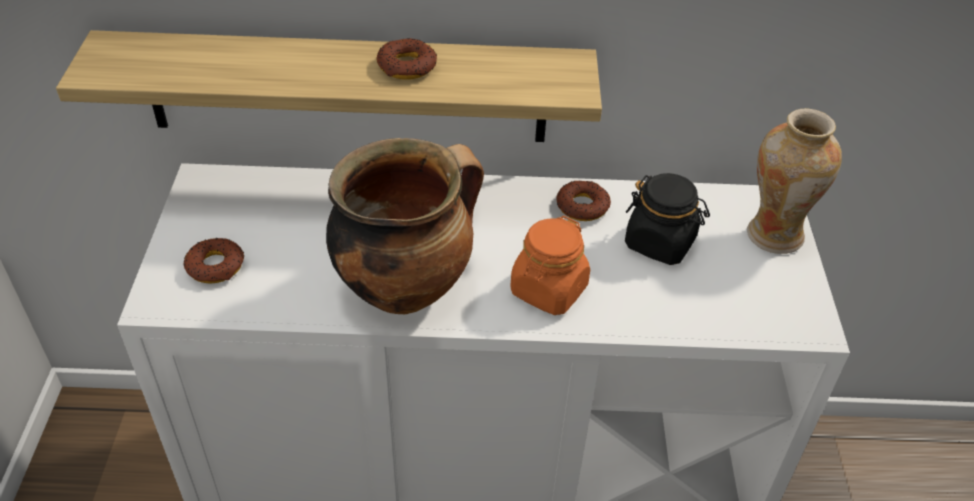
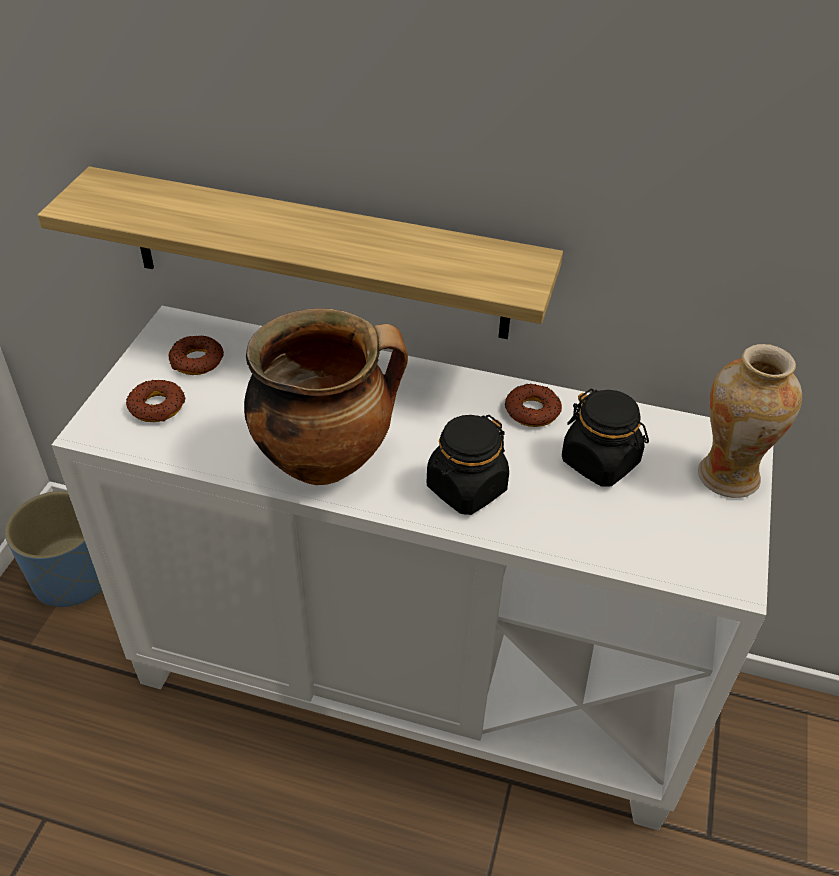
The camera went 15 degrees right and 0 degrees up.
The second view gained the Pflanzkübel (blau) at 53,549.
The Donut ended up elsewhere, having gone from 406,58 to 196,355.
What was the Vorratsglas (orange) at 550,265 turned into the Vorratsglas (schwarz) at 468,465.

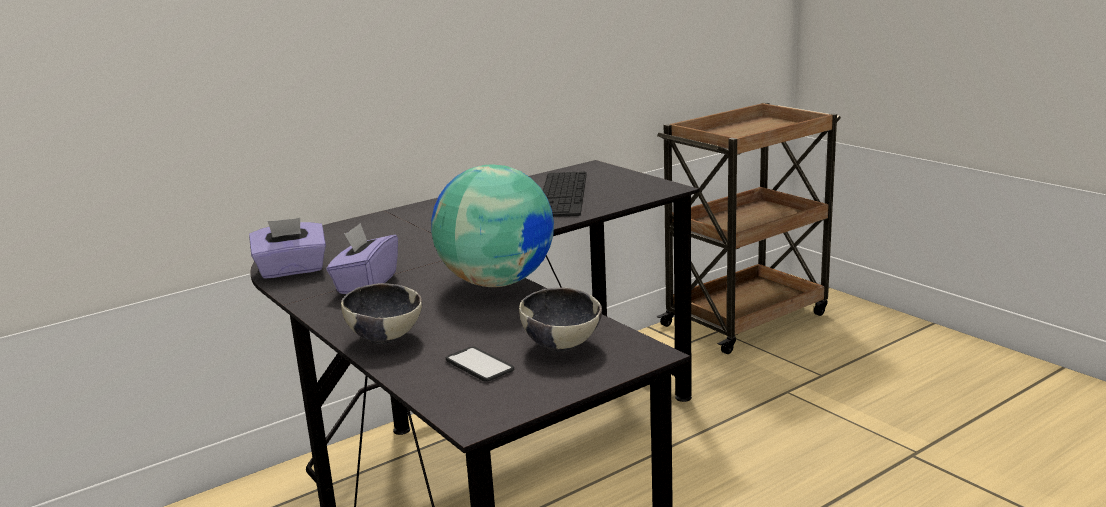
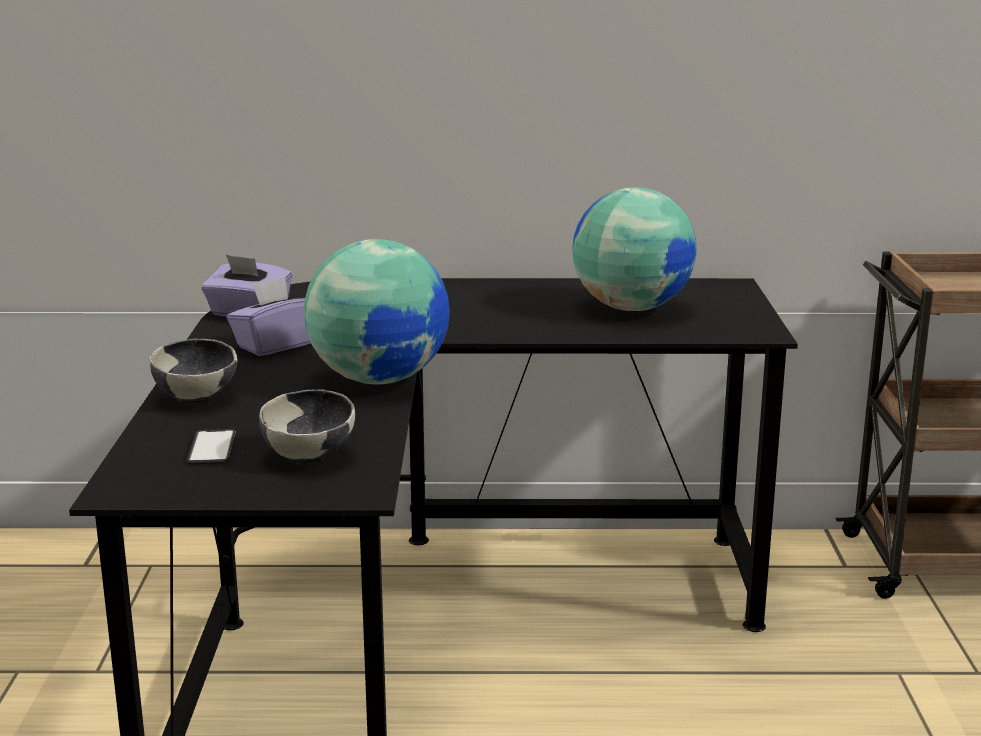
The camera went 35 degrees right and 0 degrees up.
Where the Tastatur stood at 565,194, the Globus came to stand at 634,249.

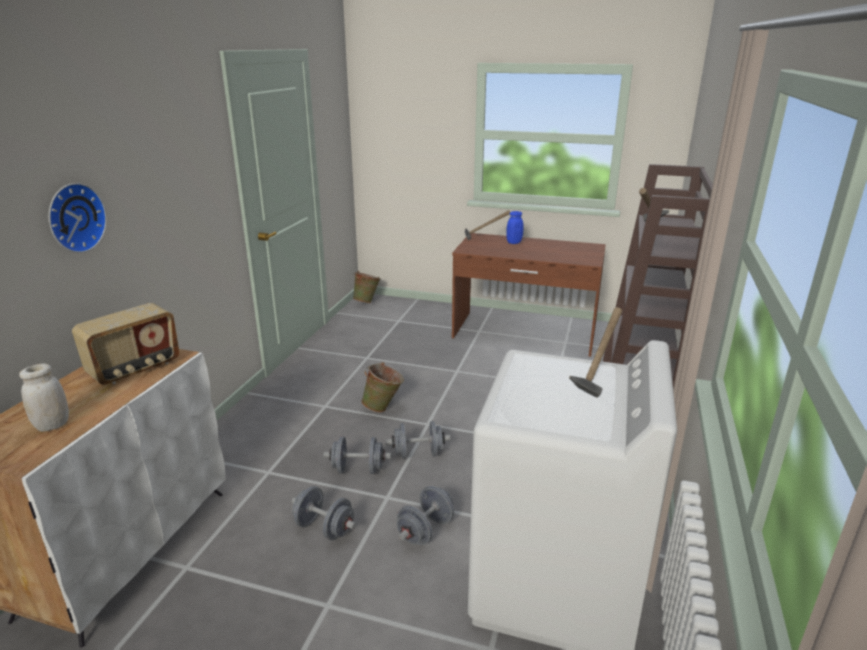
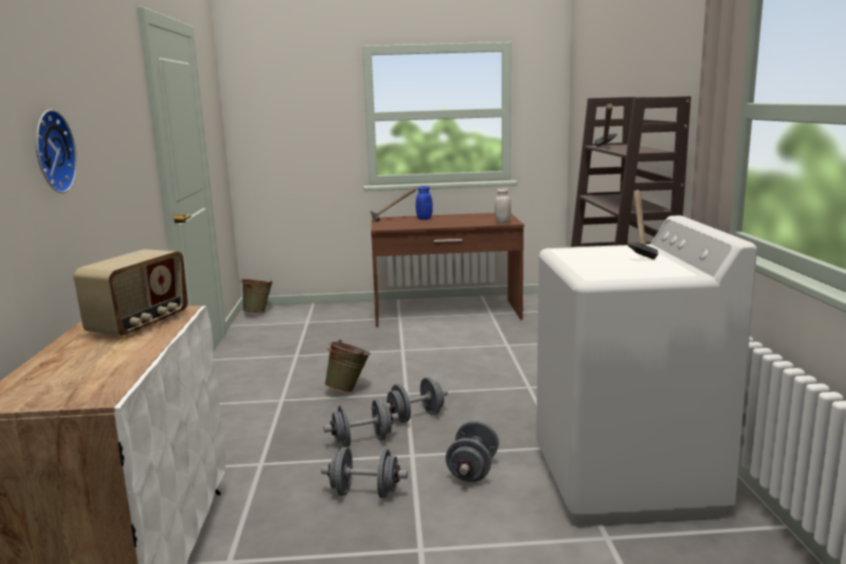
The camera went 20 degrees left and 10 degrees down.
The Vorratsglas (weiß) ended up elsewhere, having gone from 44,398 to 503,206.

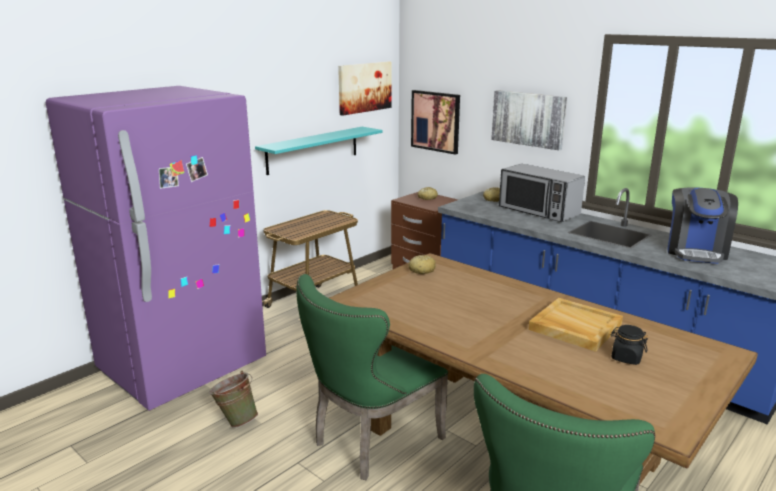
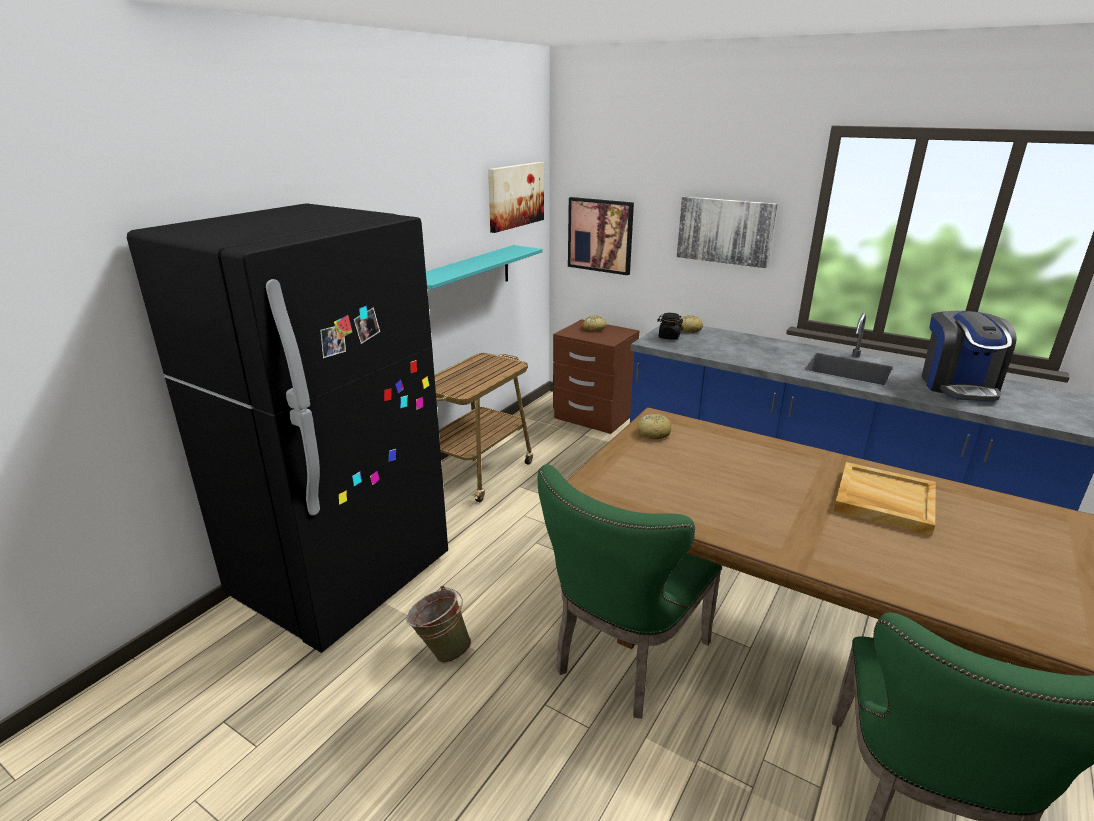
The camera went 10 degrees left and 5 degrees up.
What was the Kühlschrank (lila) at 156,248 turned into the Kühlschrank (schwarz) at 287,428.
The Vorratsglas (schwarz) ended up elsewhere, having gone from 629,345 to 670,326.
The second view lost the Mikrowelle at 542,193.

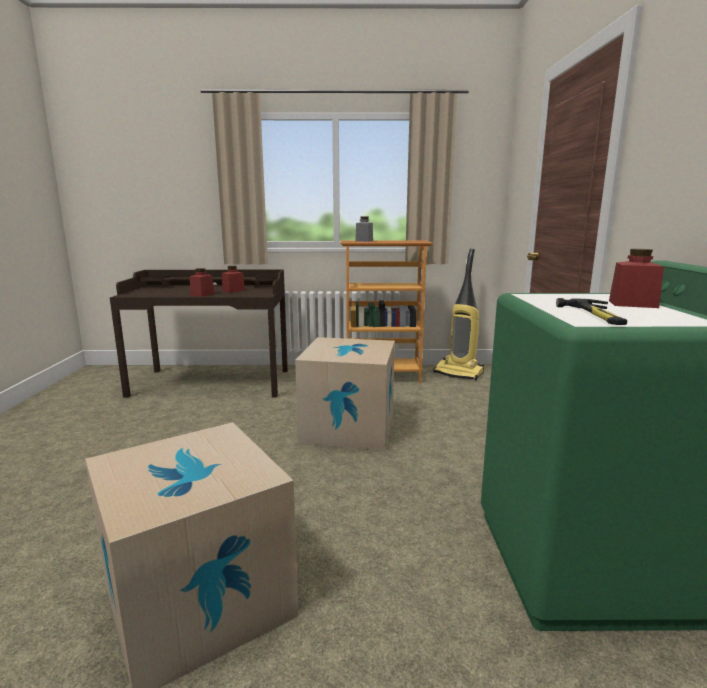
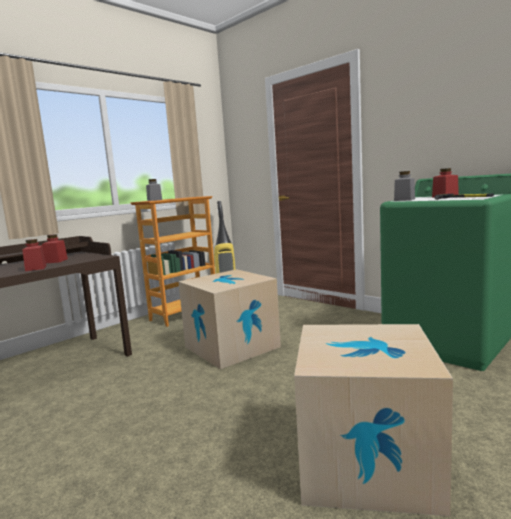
The camera went 45 degrees left and 5 degrees down.
The second view gained the Vorratsglas (grau) at 404,186.

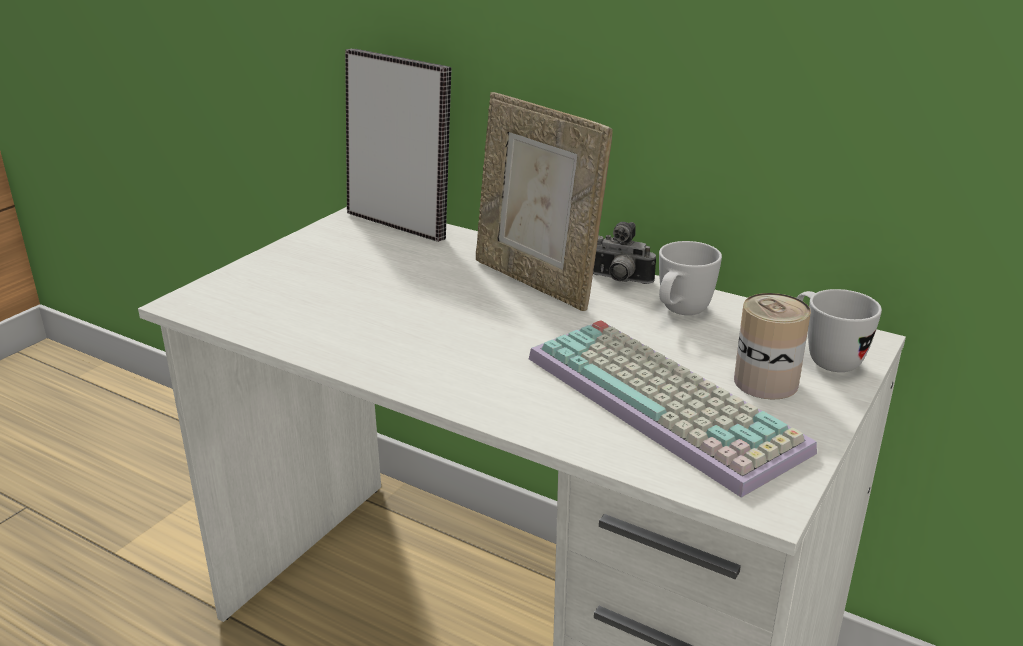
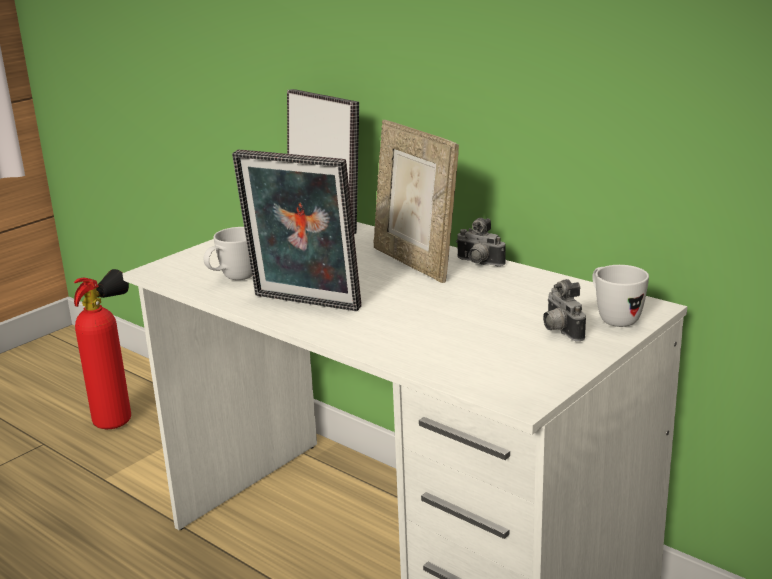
The camera went 10 degrees right and 5 degrees down.
The second view gained the Feuerlöscher at 102,349.
The Henkelbecher (weiß) ended up elsewhere, having gone from 690,278 to 227,253.
The second view gained the Bilderrahmen at 297,230.
Where the Dose stood at 772,346, the Kamera came to stand at 564,310.
The second view lost the Tastatur at 673,409.

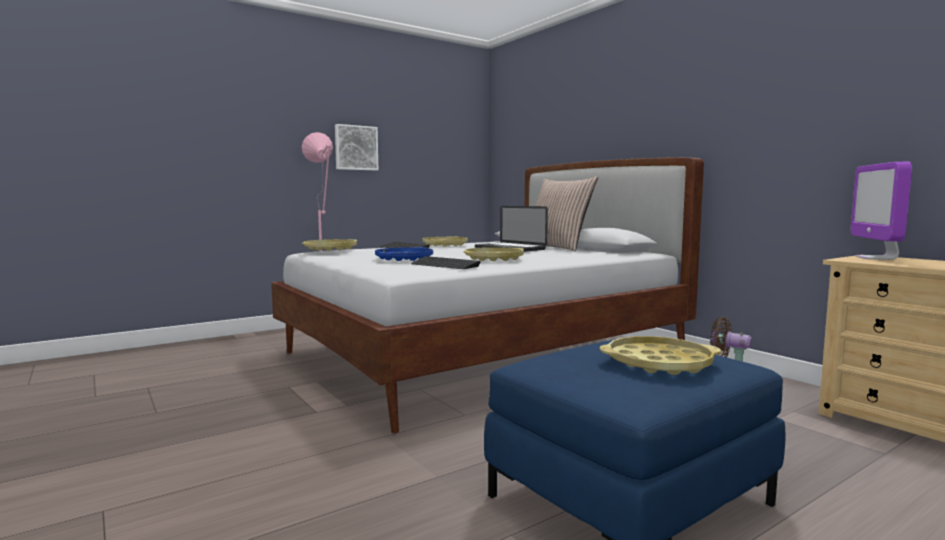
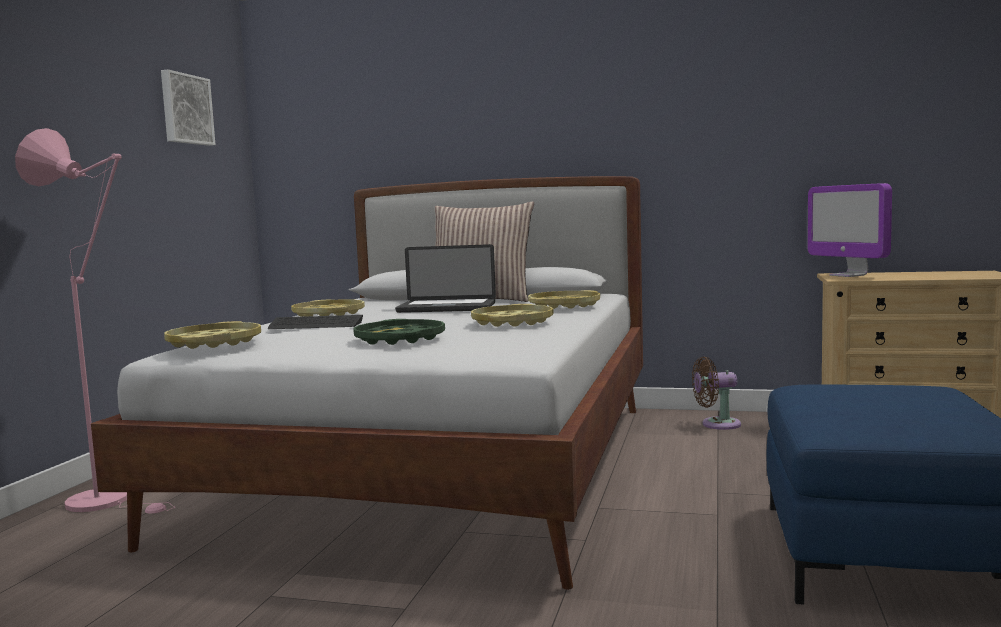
The camera went 40 degrees left and 0 degrees up.
The Bild ended up elsewhere, having gone from 356,147 to 188,108.
What was the Tablett (blau) at 404,254 turned into the Tablett (grün) at 399,332.
The Tablett (gelb) ended up elsewhere, having gone from 660,355 to 564,299.
The second view lost the Tastatur at 446,262.

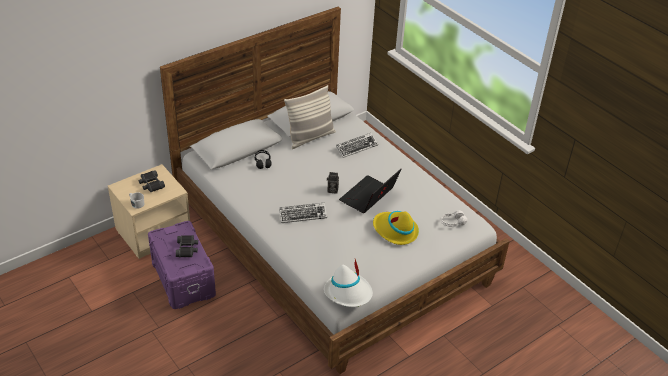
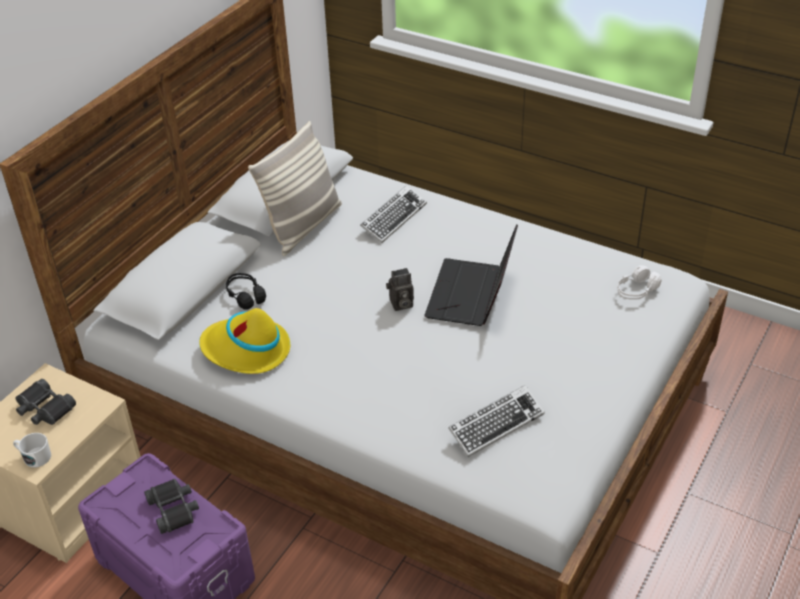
The camera went 20 degrees left and 0 degrees up.
The Hut (gelb) ended up elsewhere, having gone from 396,228 to 244,341.
The Tastatur ended up elsewhere, having gone from 303,213 to 496,421.
The second view lost the Hut (weiß) at 348,283.

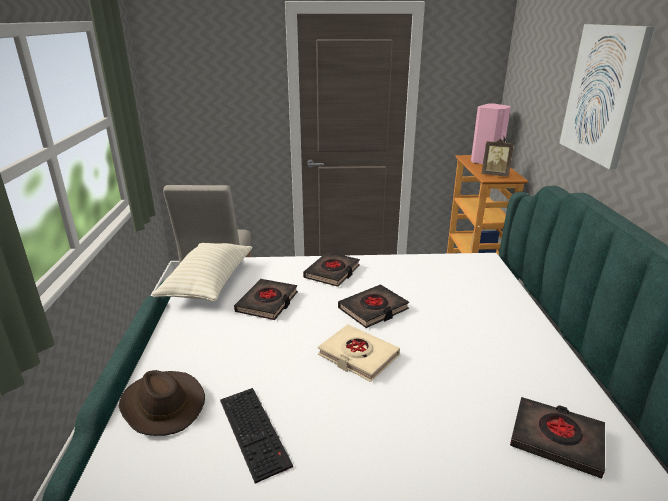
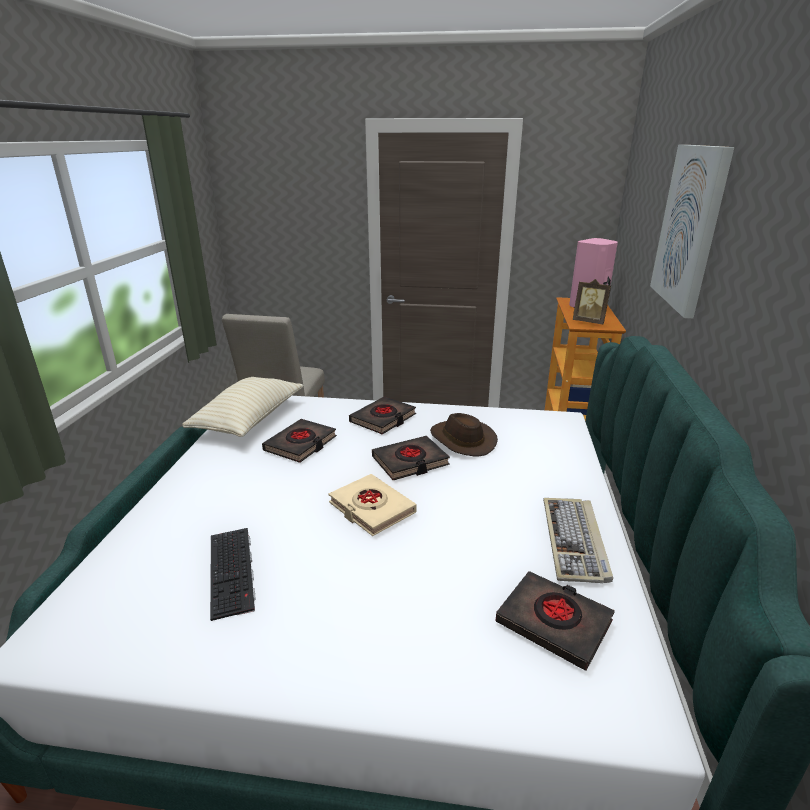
The camera went 10 degrees right and 0 degrees up.
The Hut (braun) ended up elsewhere, having gone from 162,403 to 464,434.
The second view gained the Tastatur at 578,540.

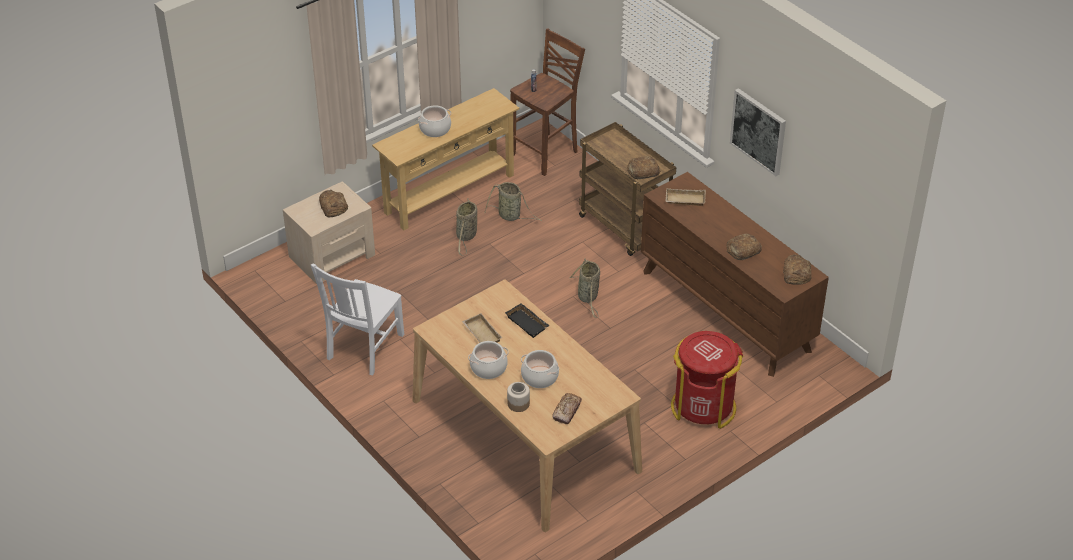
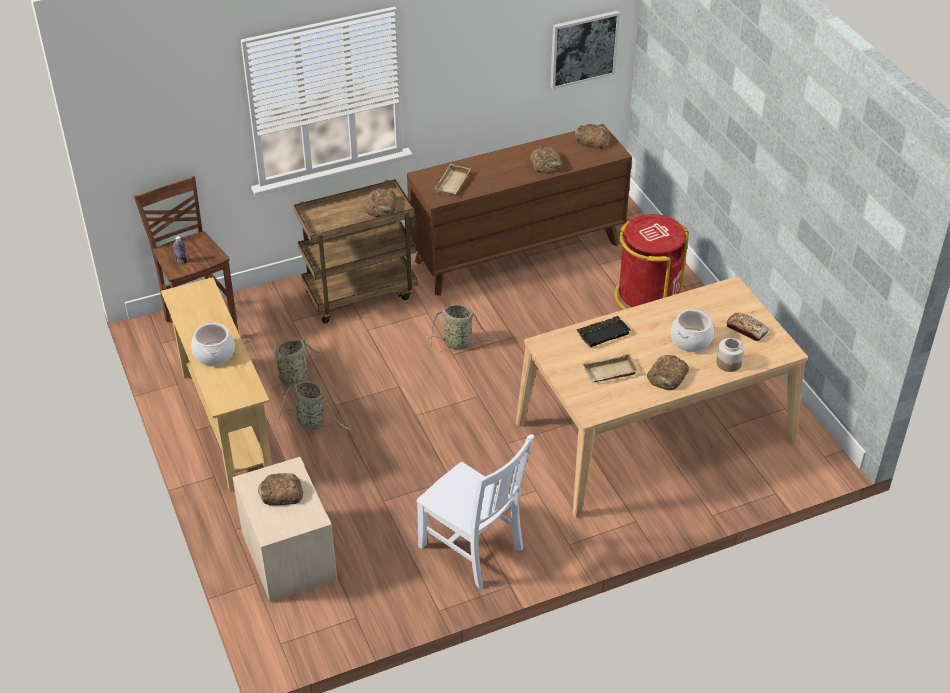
The camera went 75 degrees left and 0 degrees up.
The Bild ended up elsewhere, having gone from 758,132 to 585,50.
Where the Kochtopf stood at 488,360, the Brot came to stand at 668,372.

